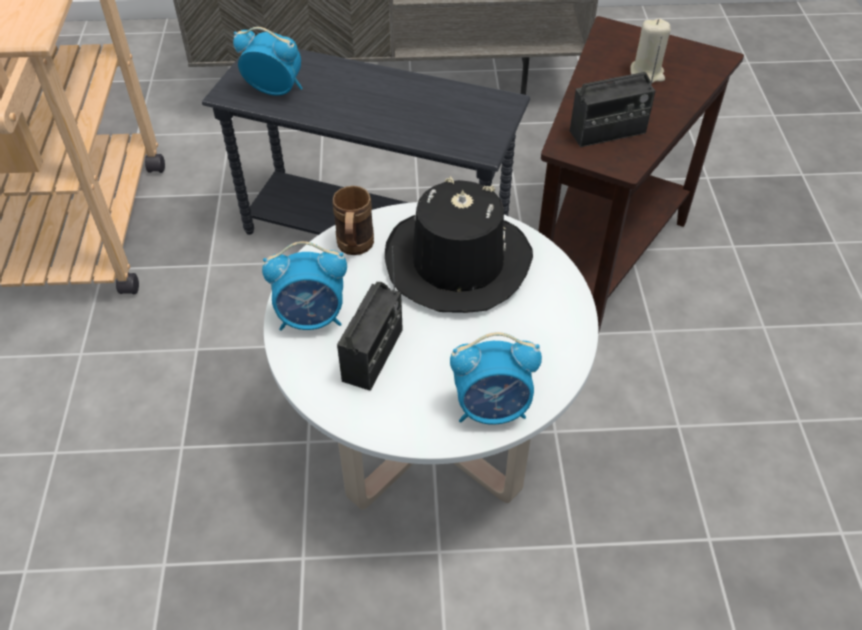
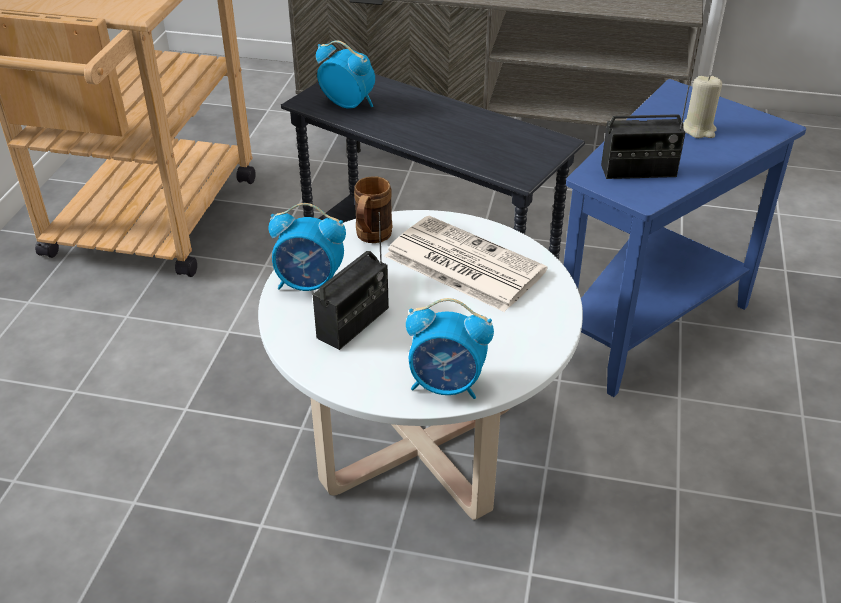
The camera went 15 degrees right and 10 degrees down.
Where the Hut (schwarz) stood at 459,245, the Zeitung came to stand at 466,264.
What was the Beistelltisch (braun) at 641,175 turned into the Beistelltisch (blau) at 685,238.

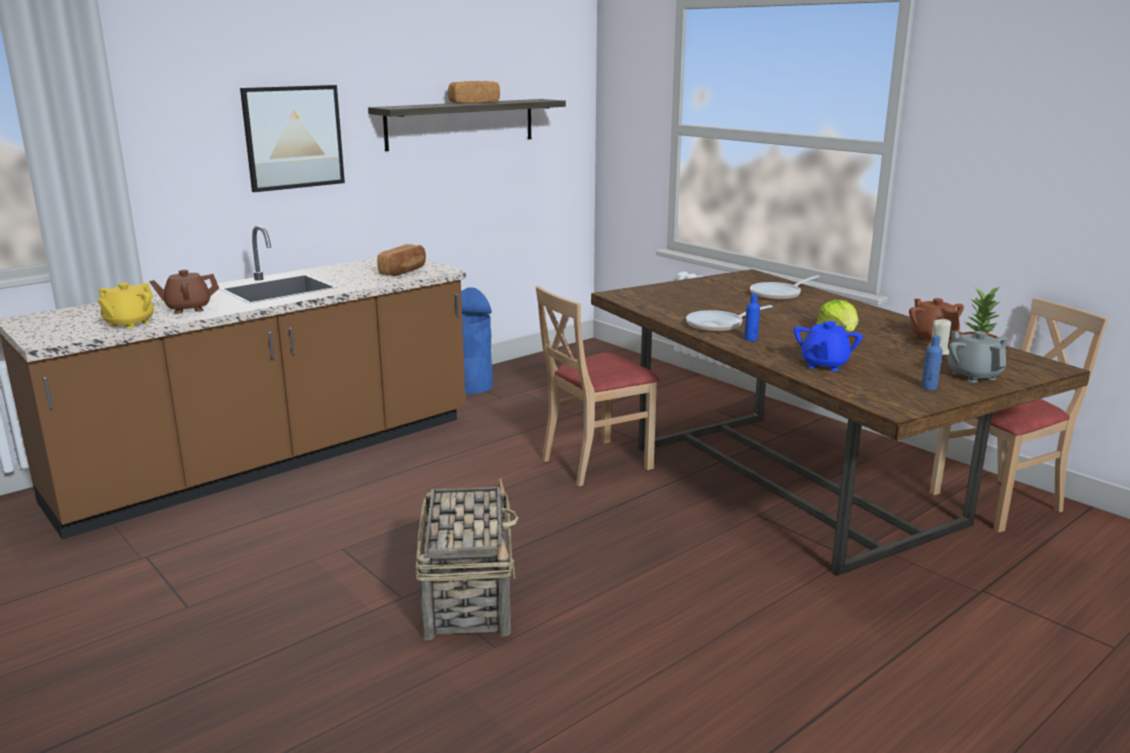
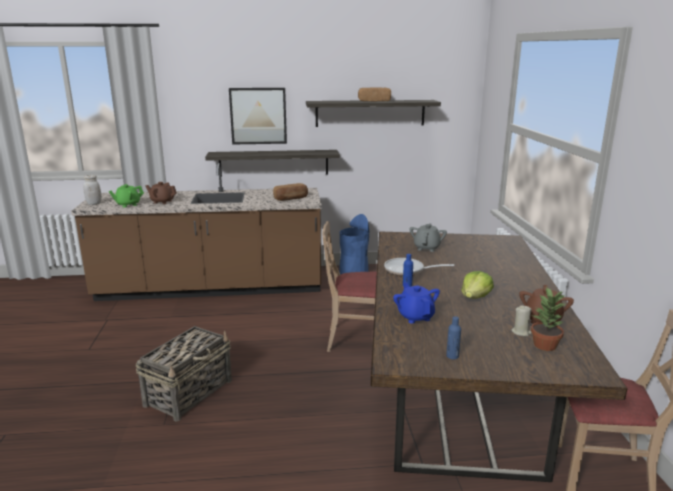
The camera went 35 degrees right and 0 degrees up.
The second view gained the Vorratsglas (weiß) at 92,190.
What was the Teekanne (gelb) at 125,305 turned into the Teekanne (grün) at 126,196.
The second view gained the Wandregal at 272,163.
The Teekanne (blau) at 828,346 ended up facing another way, 105 degrees clockwise from before.
The Teekanne (grau) ended up elsewhere, having gone from 977,356 to 428,237.
The second view lost the Pfanne at 785,287.

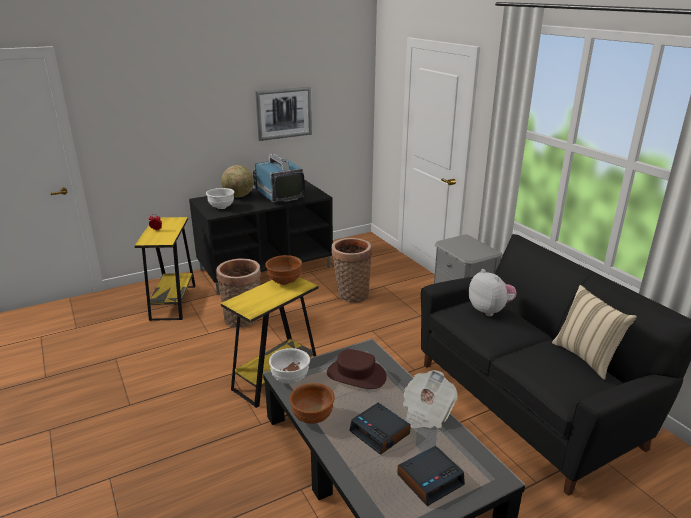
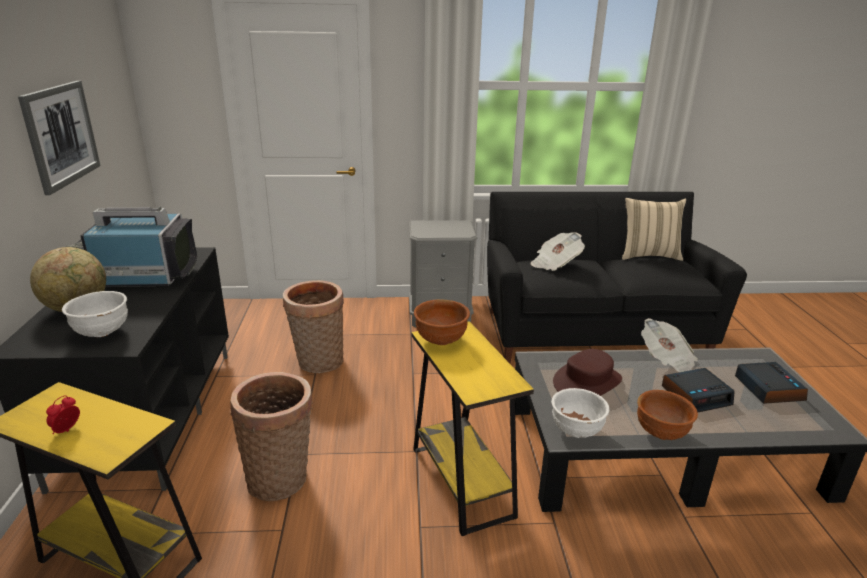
The camera went 65 degrees left and 0 degrees up.
Where the Plüschtier stood at 493,292, the Zeitung came to stand at 557,251.

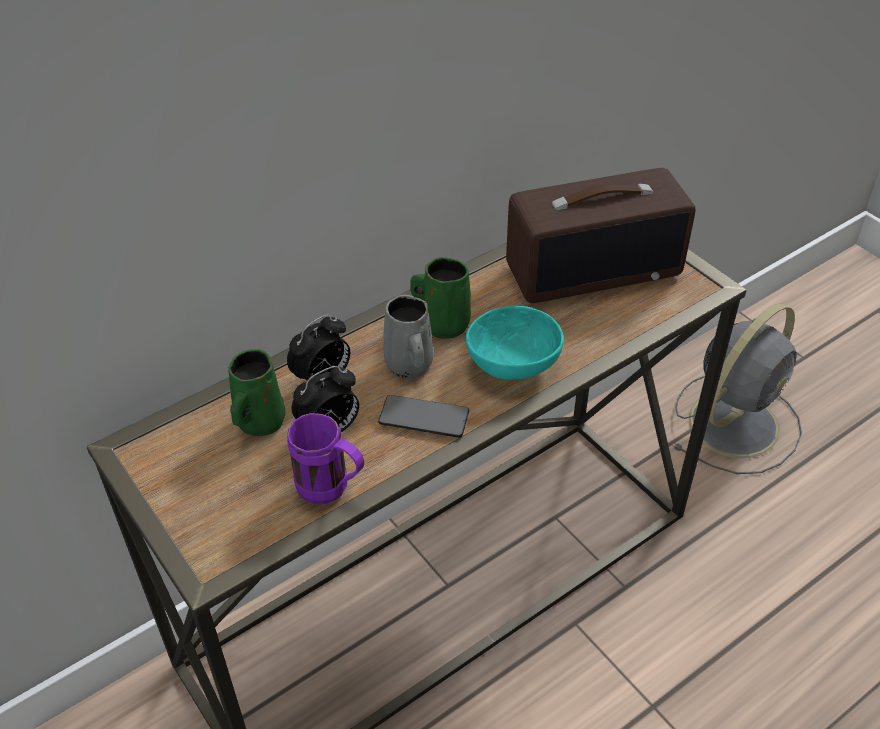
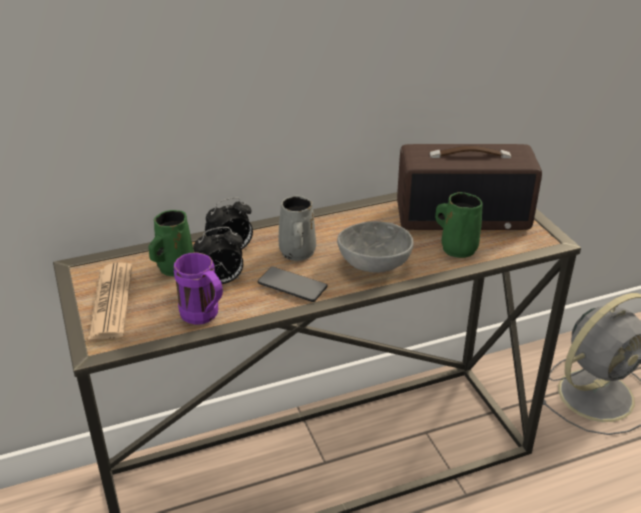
The camera went 15 degrees right and 10 degrees down.
The second view gained the Zeitung at 110,301.
What was the Schüssel (türkis) at 514,343 turned into the Schüssel (grau) at 375,247.
The Henkelbecher (grün) ended up elsewhere, having gone from 440,298 to 459,225.

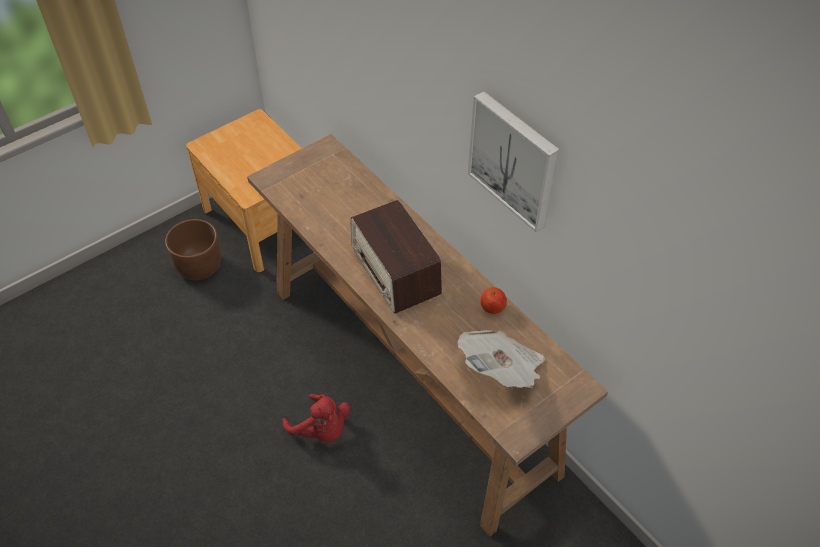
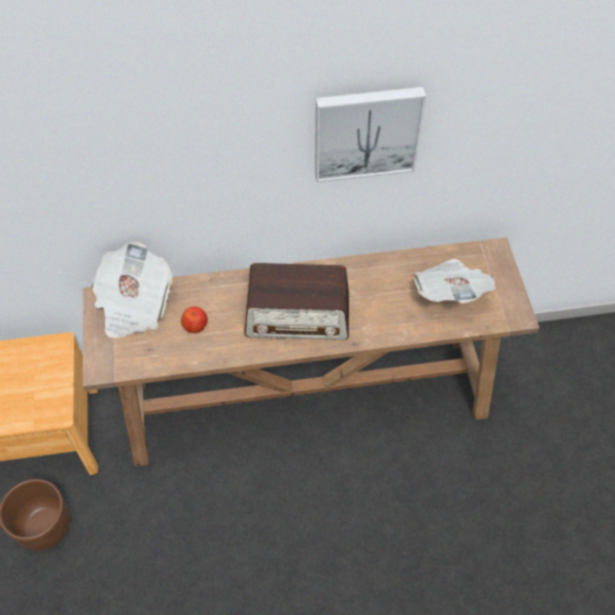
The camera went 60 degrees left and 5 degrees up.
The second view gained the Zeitung at 132,290.
The Apfel ended up elsewhere, having gone from 493,300 to 194,319.
The second view lost the Plüschtier (rot) at 316,418.

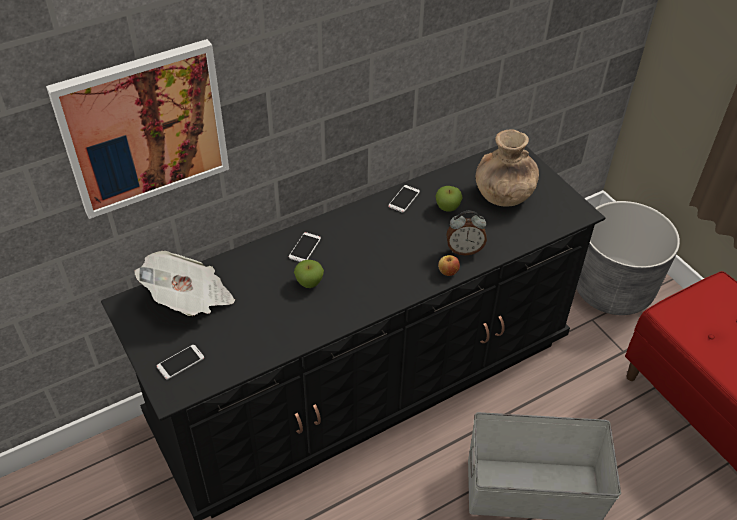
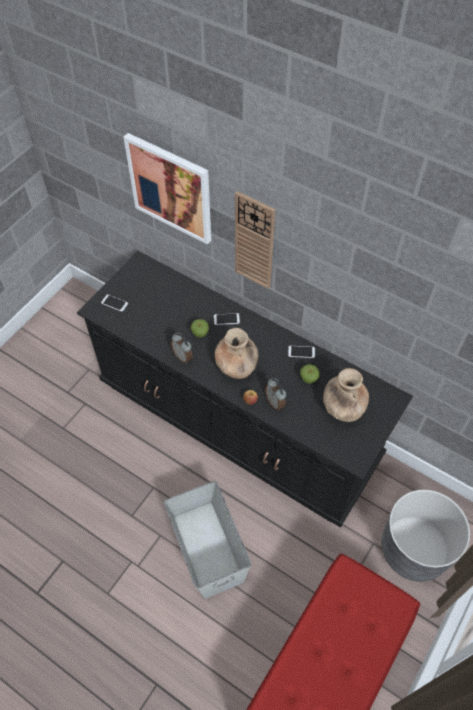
The camera went 65 degrees right and 10 degrees up.
The second view gained the Wecker at 182,348.
The second view gained the Vase (braun) at 237,353.
The second view gained the Wanduhr at 255,240.
The second view lost the Zeitung at 184,283.

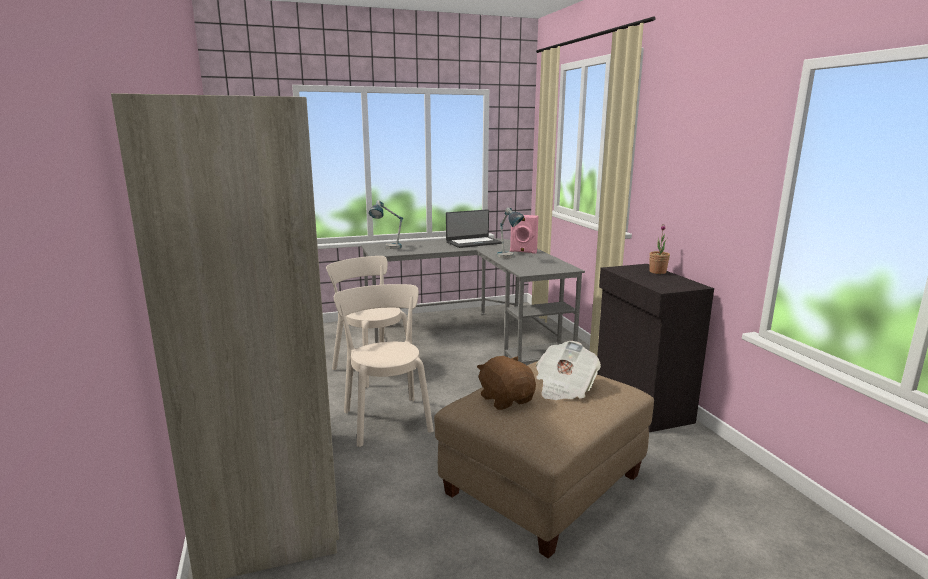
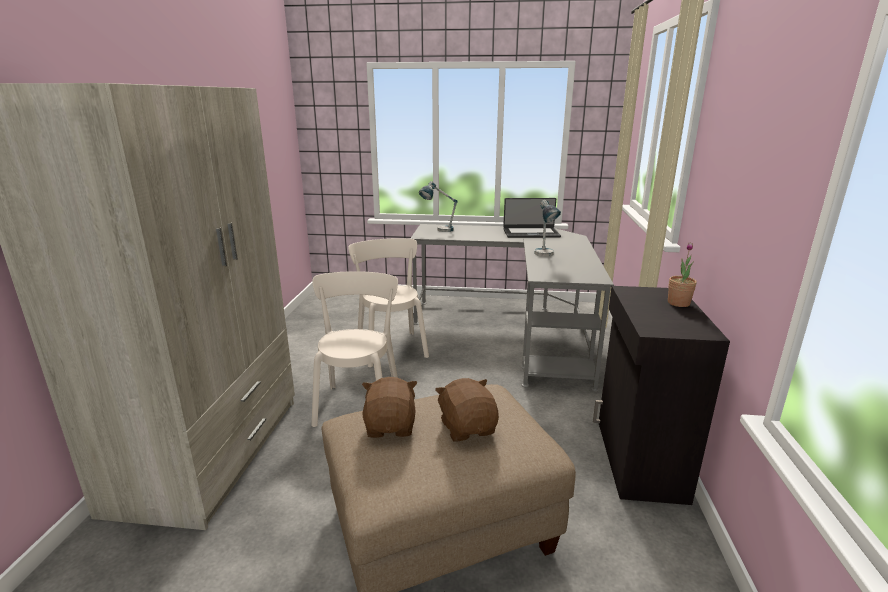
The camera went 25 degrees right and 5 degrees up.
Where the Zeitung stood at 568,370, the Plüschtier (braun) came to stand at 467,409.
The second view lost the Lautsprecher (rosa) at 524,234.

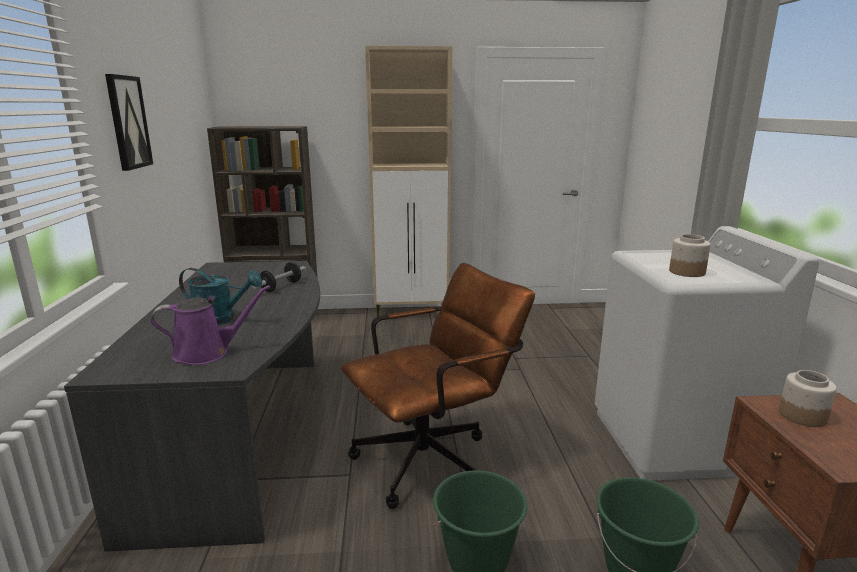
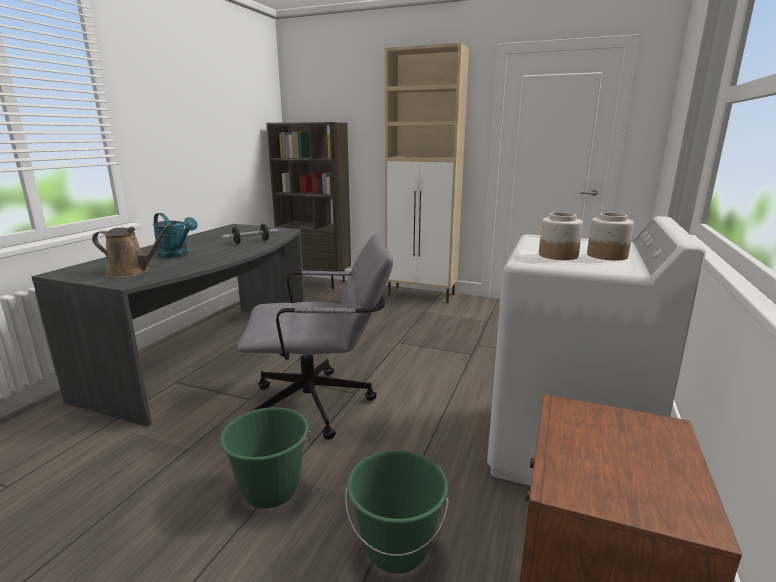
The camera went 25 degrees right and 0 degrees up.
What was the Gießkanne (lila) at 210,325 turned into the Gießkanne (braun) at 132,251.
What was the Bürostuhl (braun) at 438,386 turned into the Bürostuhl (grau) at 315,336.
The Vorratsglas ended up elsewhere, having gone from 808,398 to 610,236.
The second view lost the Bild at 129,122.

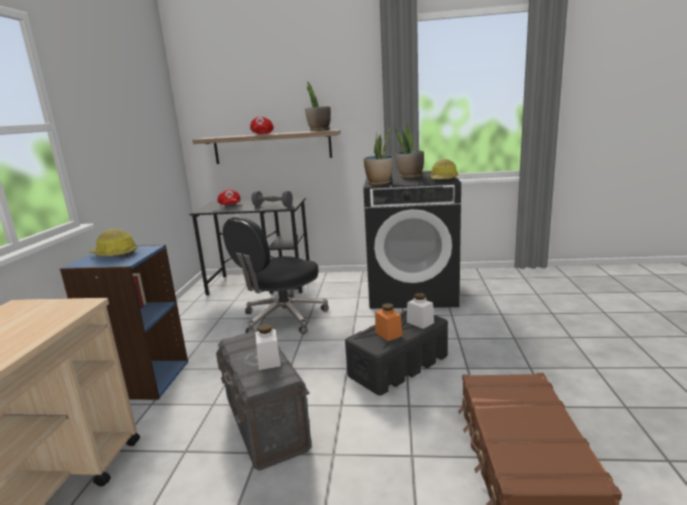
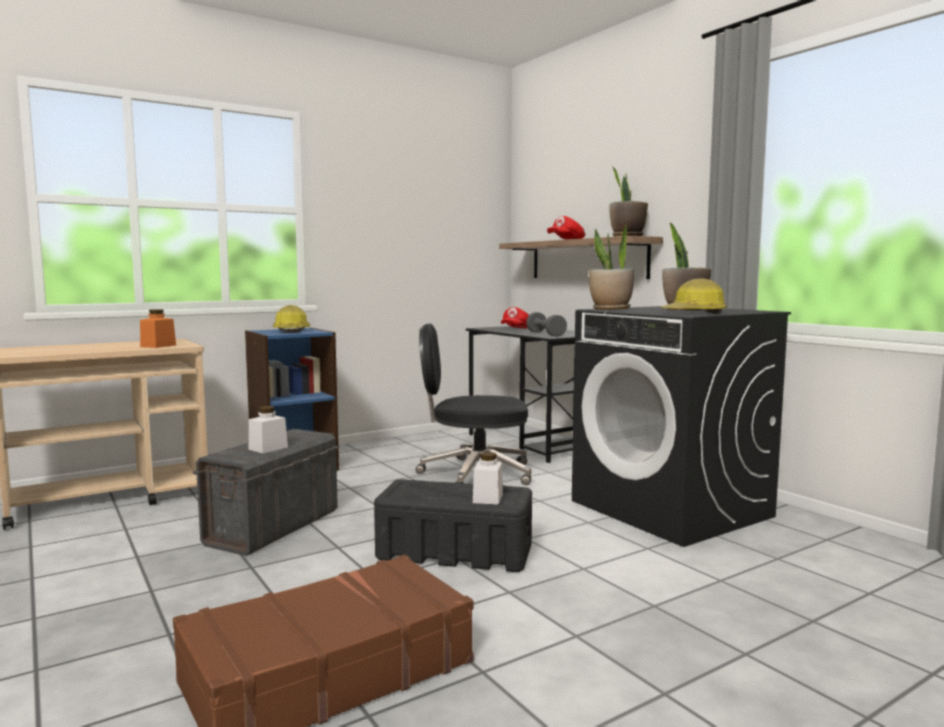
The camera went 50 degrees right and 10 degrees down.
The Vorratsglas (orange) ended up elsewhere, having gone from 389,322 to 158,328.

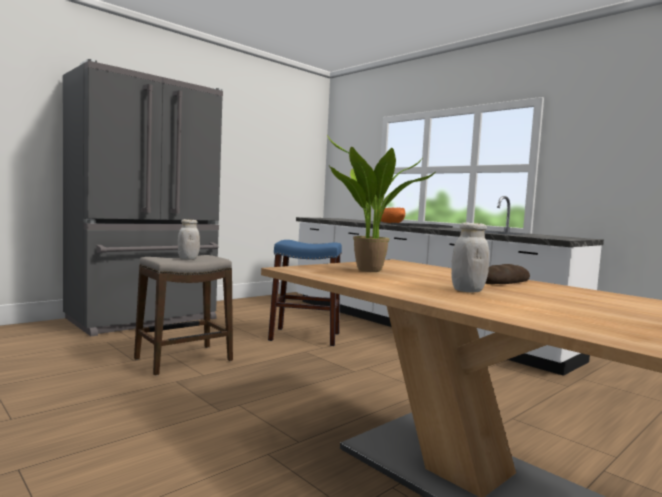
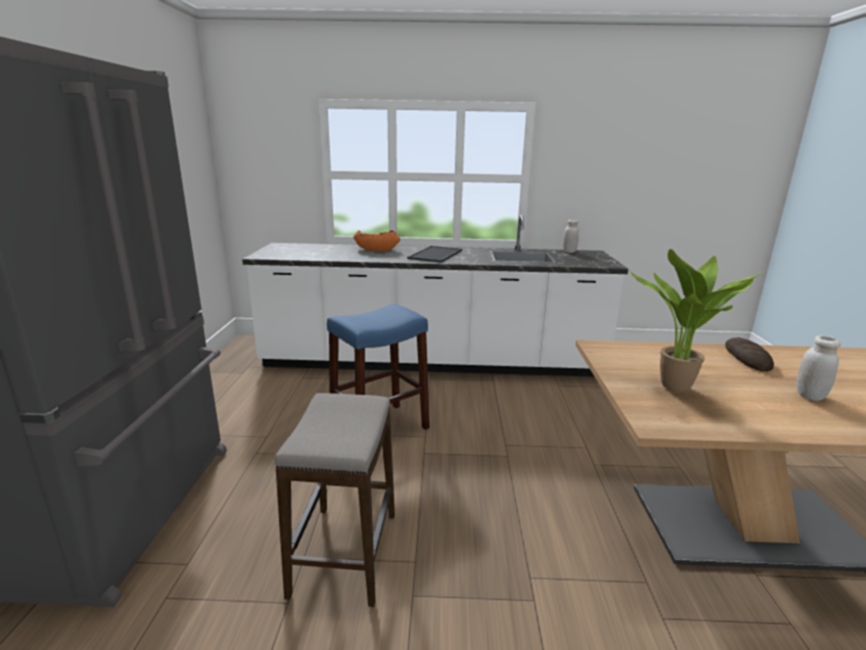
The camera went 45 degrees left and 15 degrees up.
The Vorratsglas (weiß) ended up elsewhere, having gone from 189,239 to 571,236.

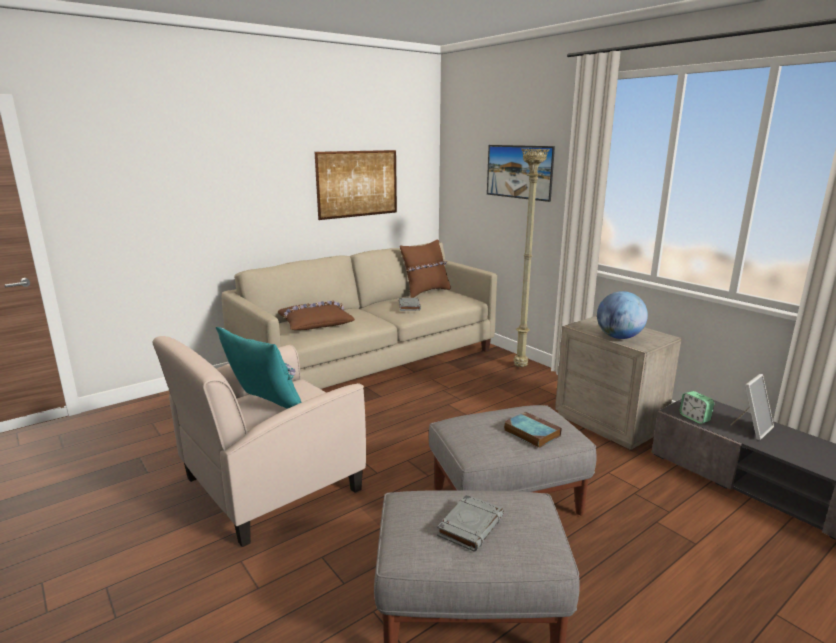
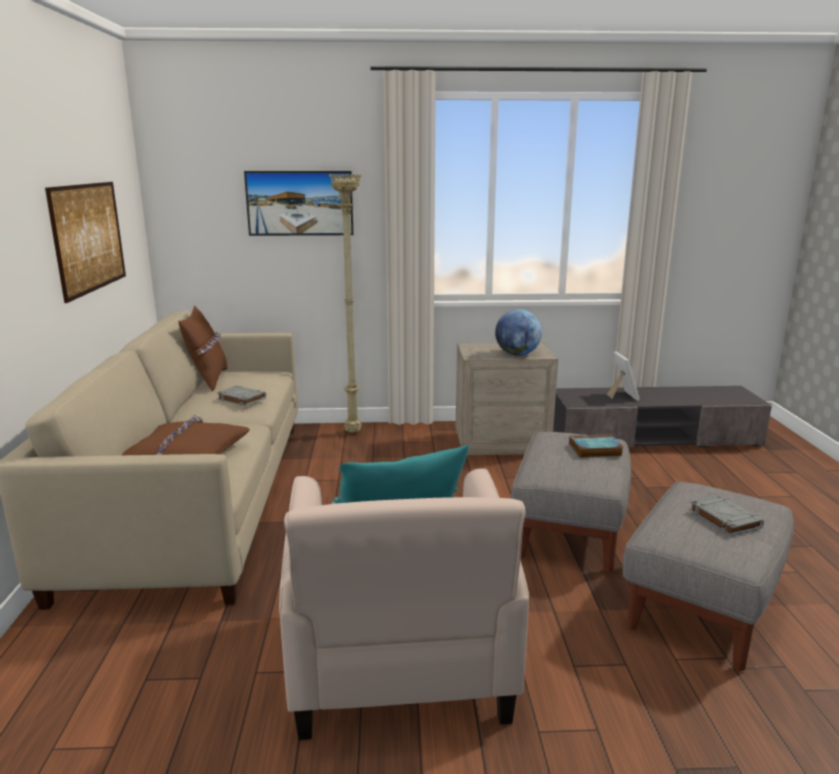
The camera went 55 degrees left and 0 degrees up.
The second view lost the Wecker at 696,407.

